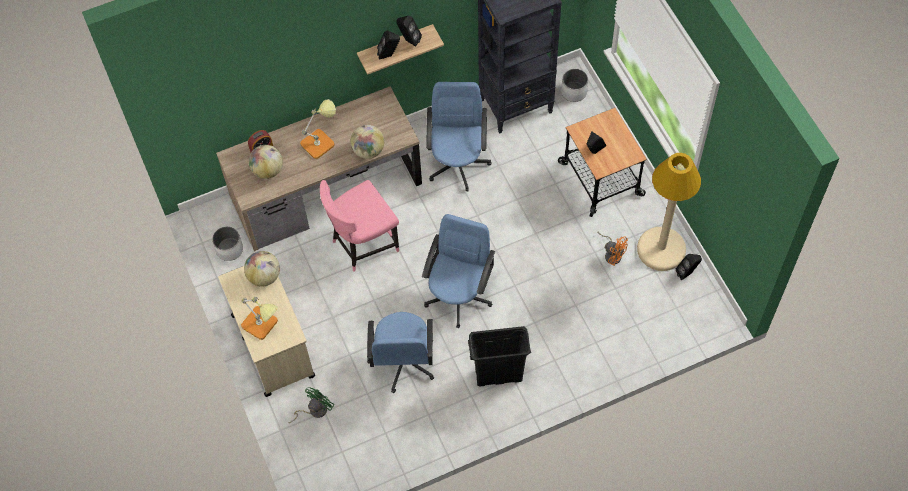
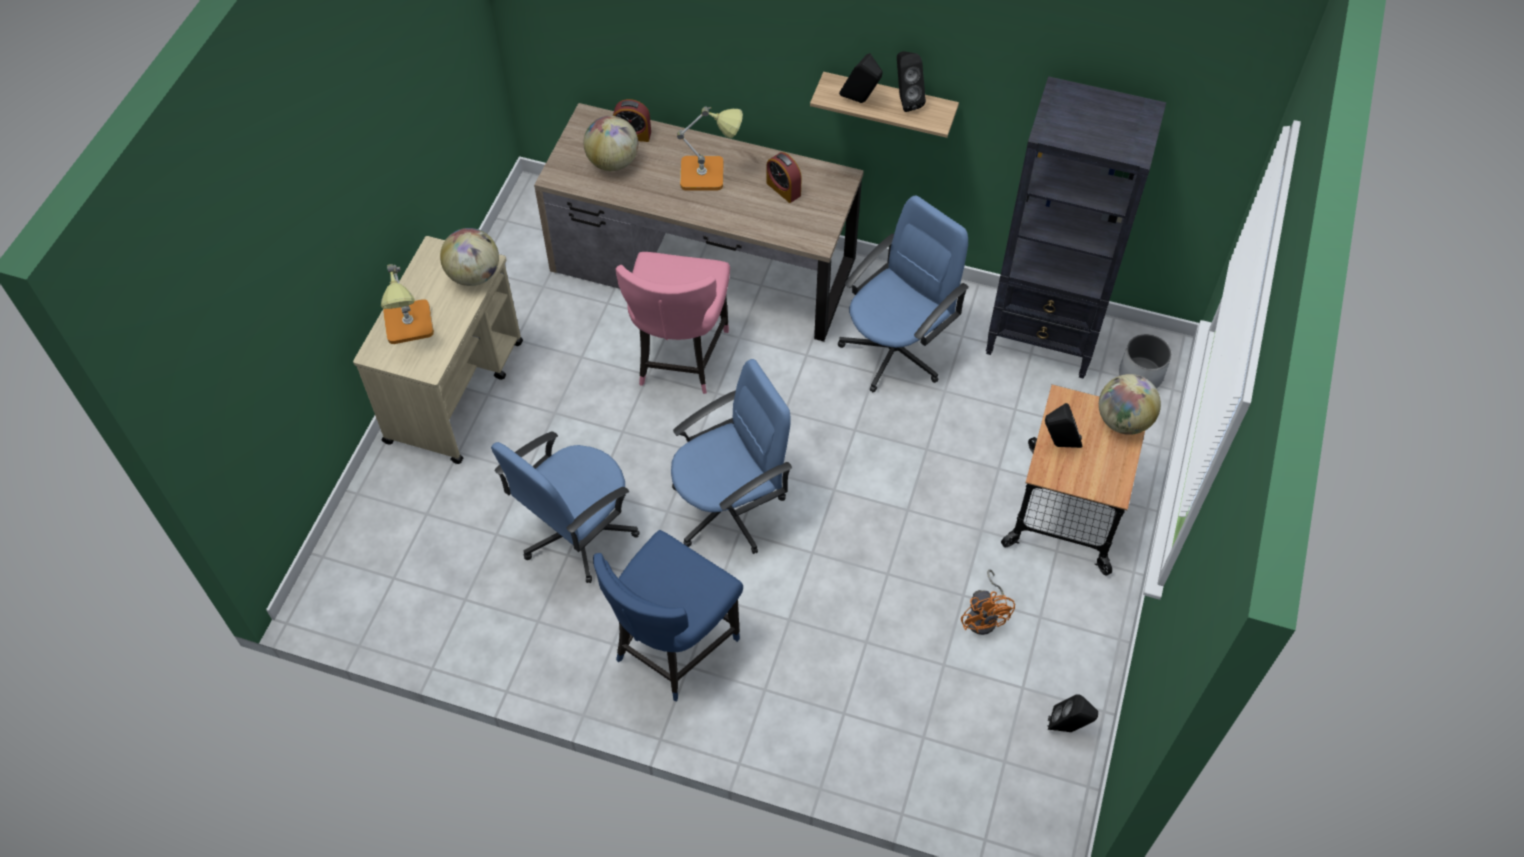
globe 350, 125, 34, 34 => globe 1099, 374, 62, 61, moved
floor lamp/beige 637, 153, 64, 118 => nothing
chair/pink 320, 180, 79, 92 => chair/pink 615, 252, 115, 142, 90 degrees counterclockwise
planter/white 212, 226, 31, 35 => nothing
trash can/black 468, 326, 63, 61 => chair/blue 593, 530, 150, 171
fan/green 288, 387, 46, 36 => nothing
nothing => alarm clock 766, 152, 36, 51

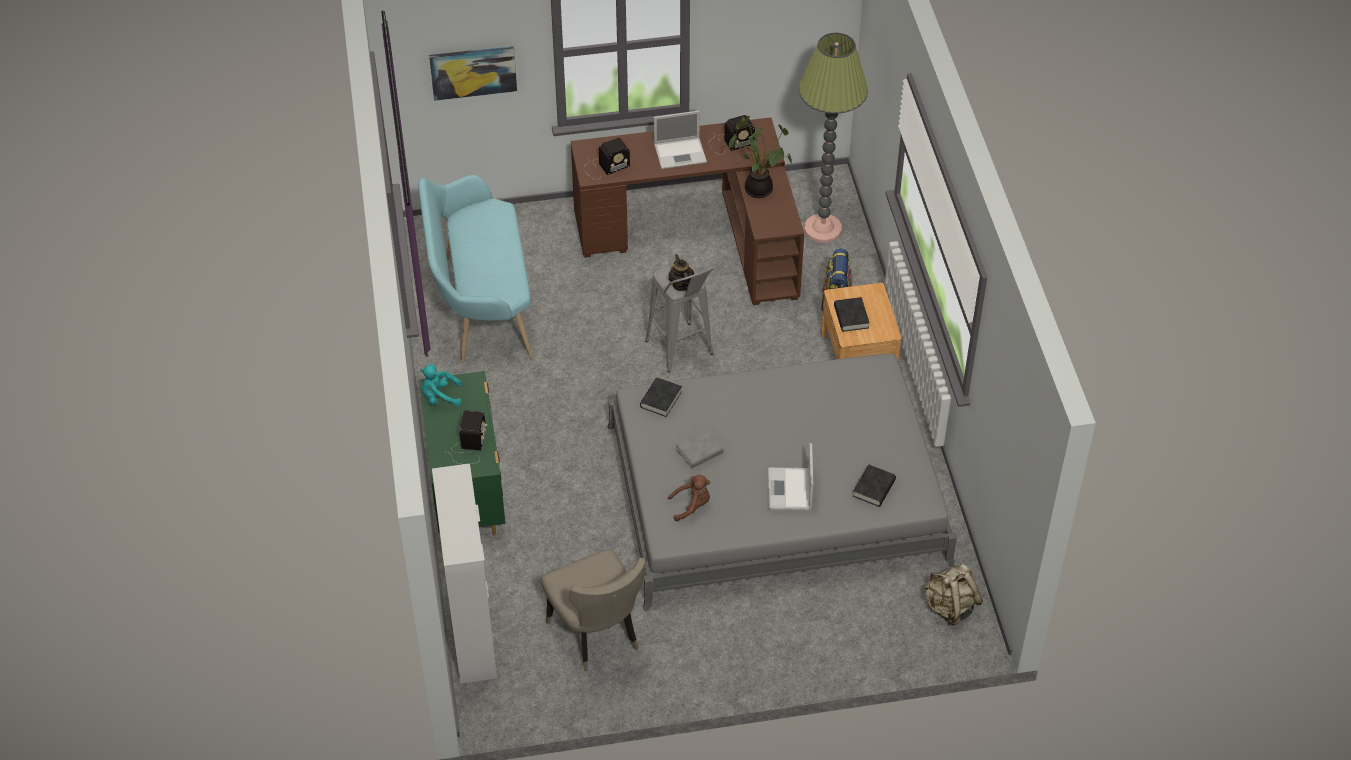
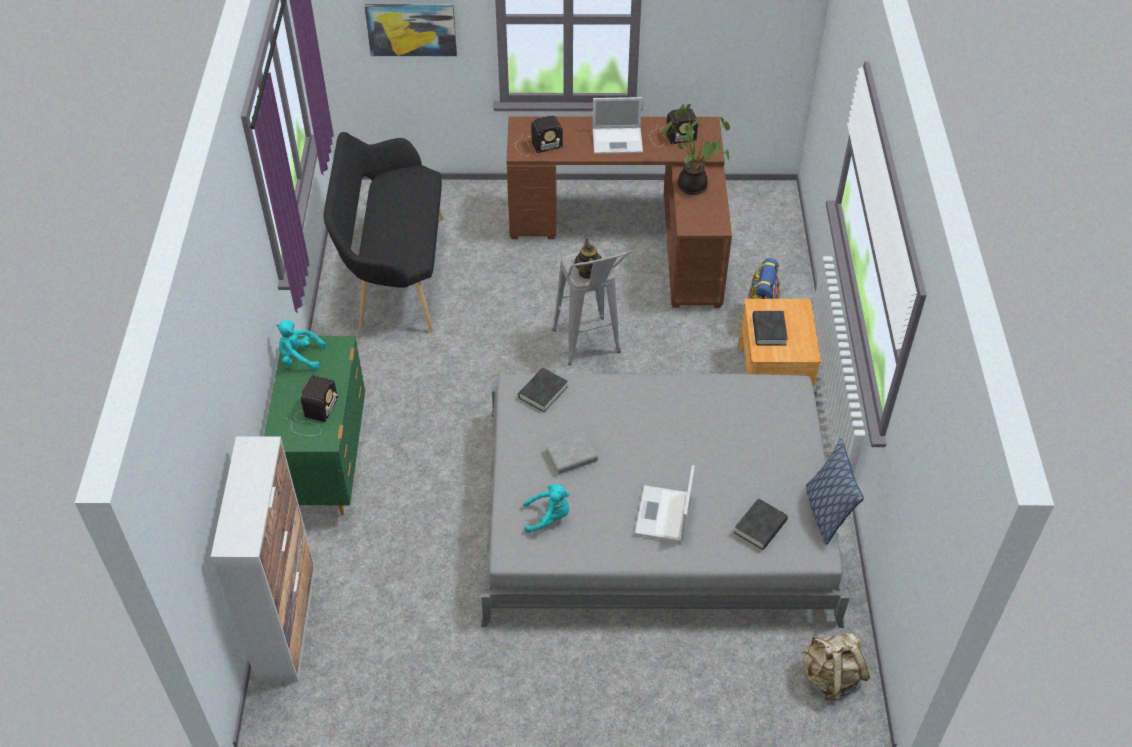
floor lamp 799, 33, 69, 210 => nothing
bench/turquoise 418, 175, 115, 189 => bench/black 324, 132, 120, 201
plush toy/brown 668, 475, 42, 46 => plush toy/turquoise 523, 484, 46, 49
chair/beige 540, 549, 106, 122 => nothing
nothing => pillow 806, 438, 58, 107

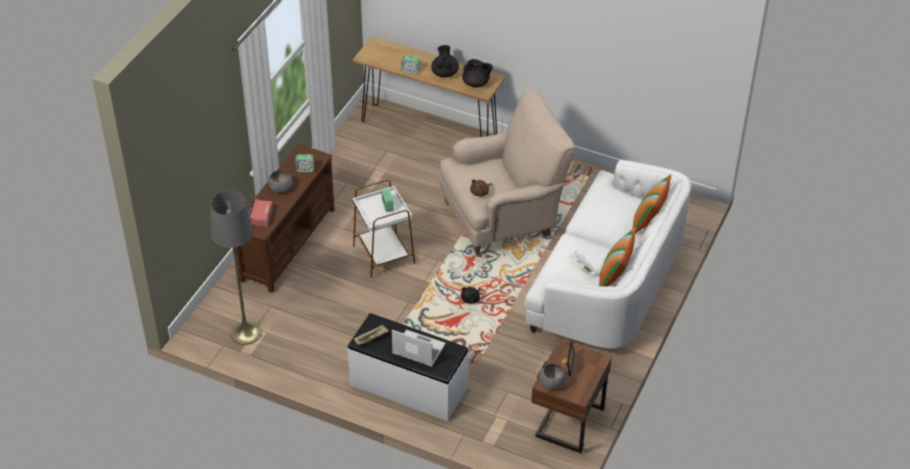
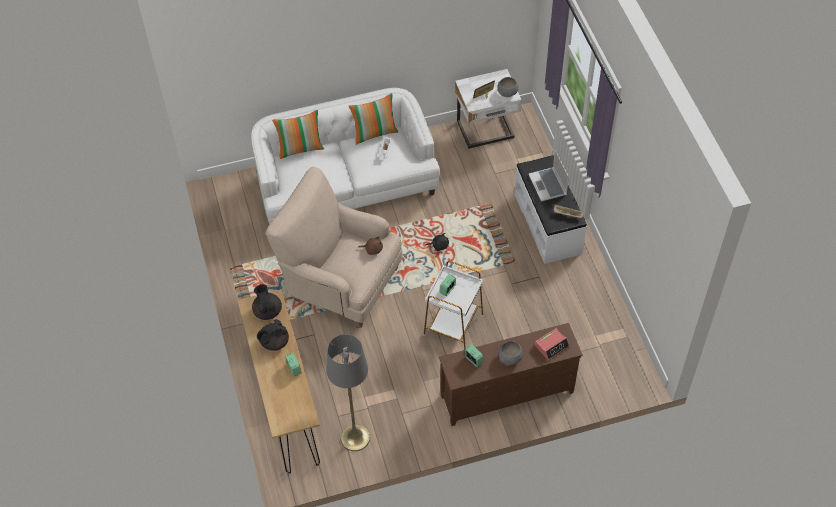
floor lamp/grey 211, 191, 50, 154 => floor lamp/grey 327, 334, 43, 117, moved
nightstand/brown 531, 339, 81, 115 => nightstand/white 455, 69, 67, 80

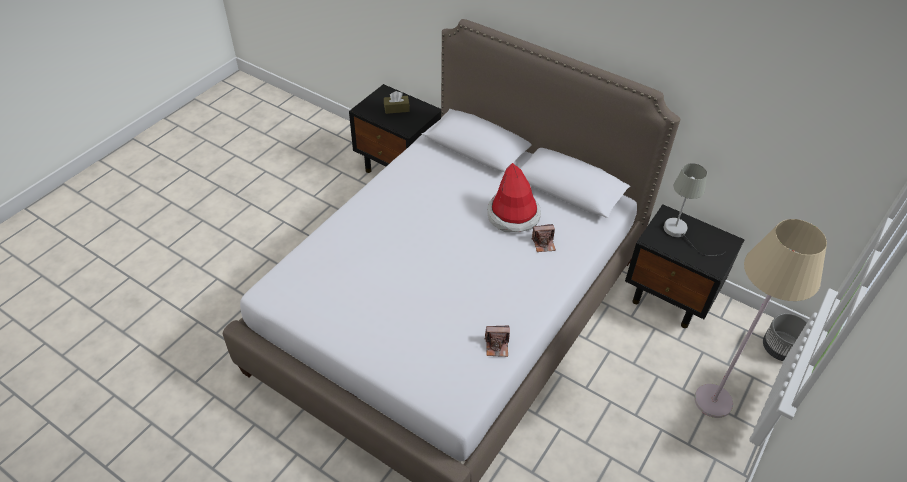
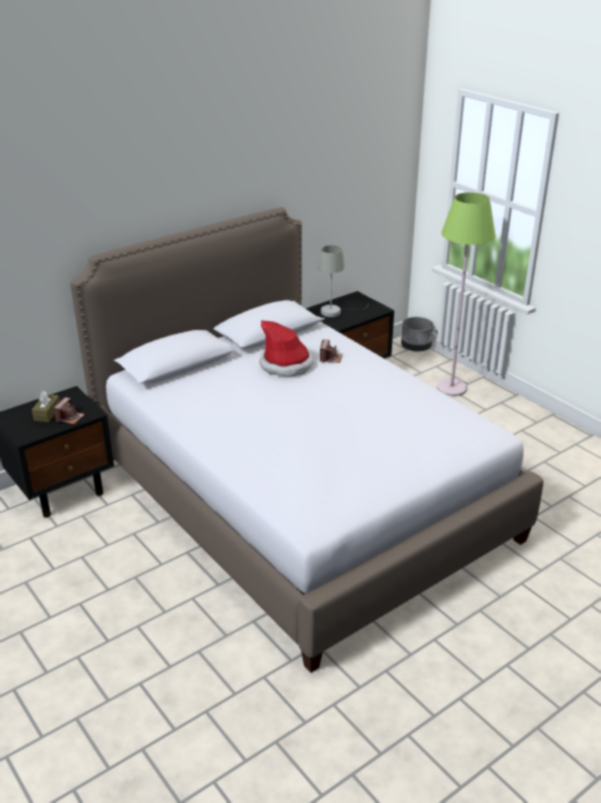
floor lamp/beige 694, 219, 133, 199 => floor lamp/green 437, 192, 59, 204
photo camera 485, 326, 25, 31 => photo camera 54, 397, 31, 27, moved

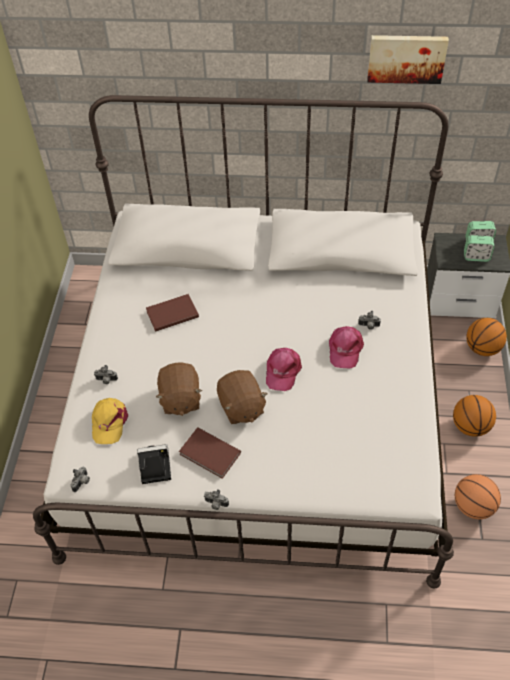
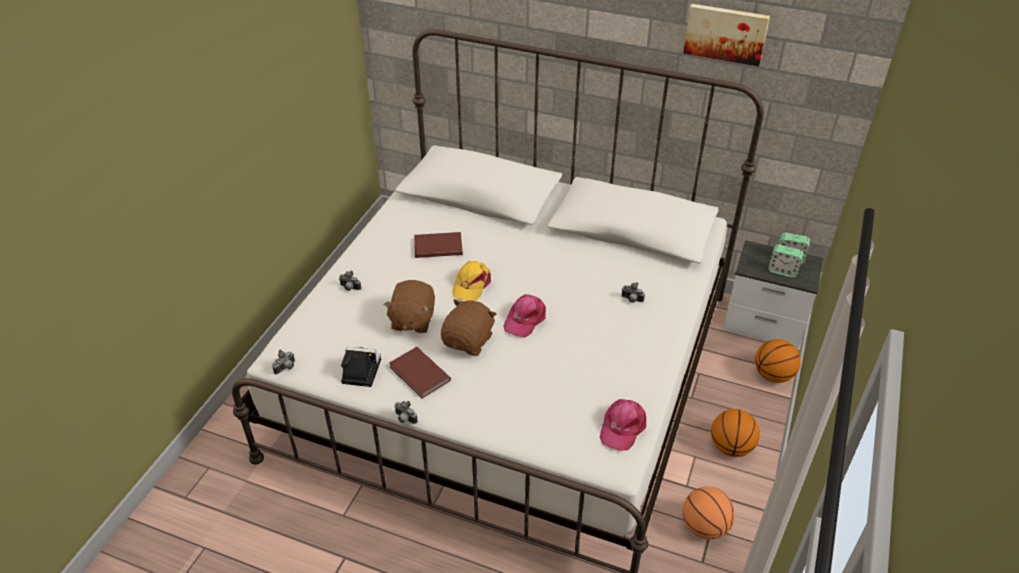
cap/pink 329, 326, 35, 42 => cap/pink 600, 399, 46, 52, moved
plush toy/brown 217, 370, 51, 54 => plush toy/brown 441, 299, 55, 56, 150 degrees counterclockwise
cap/yellow 92, 398, 36, 46 => cap/yellow 452, 261, 39, 40, moved

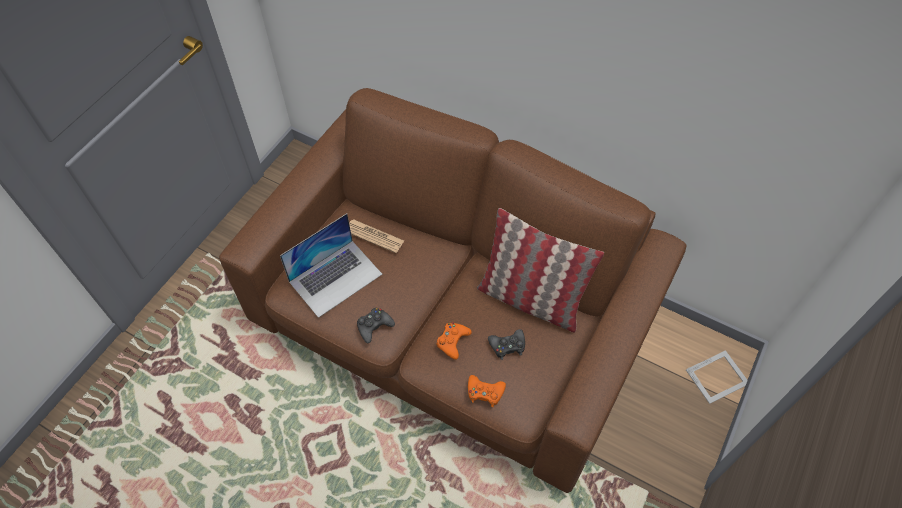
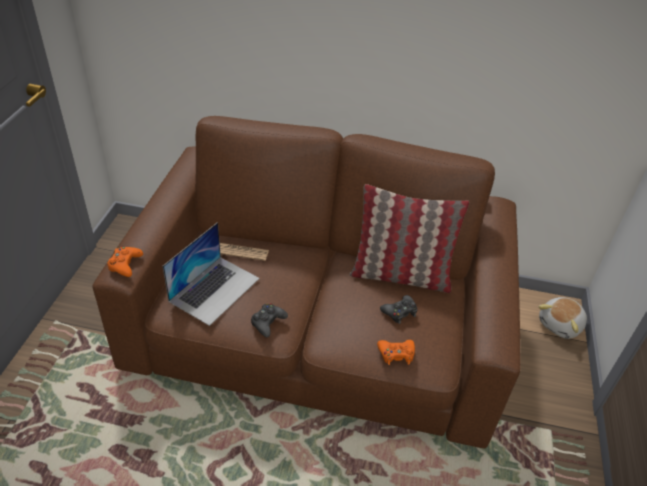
game controller/orange 436, 322, 36, 38 => game controller/orange 108, 246, 35, 31, moved
picture frame 686, 350, 62, 54 => plush toy 539, 297, 48, 42

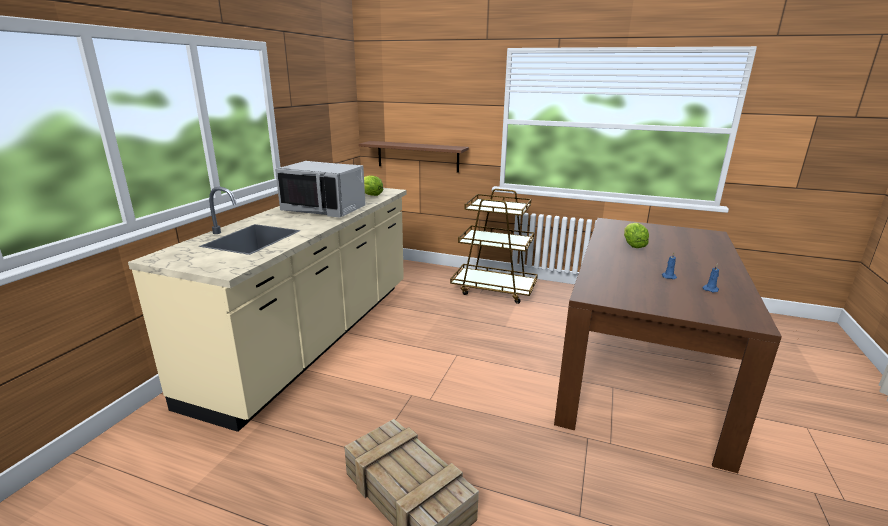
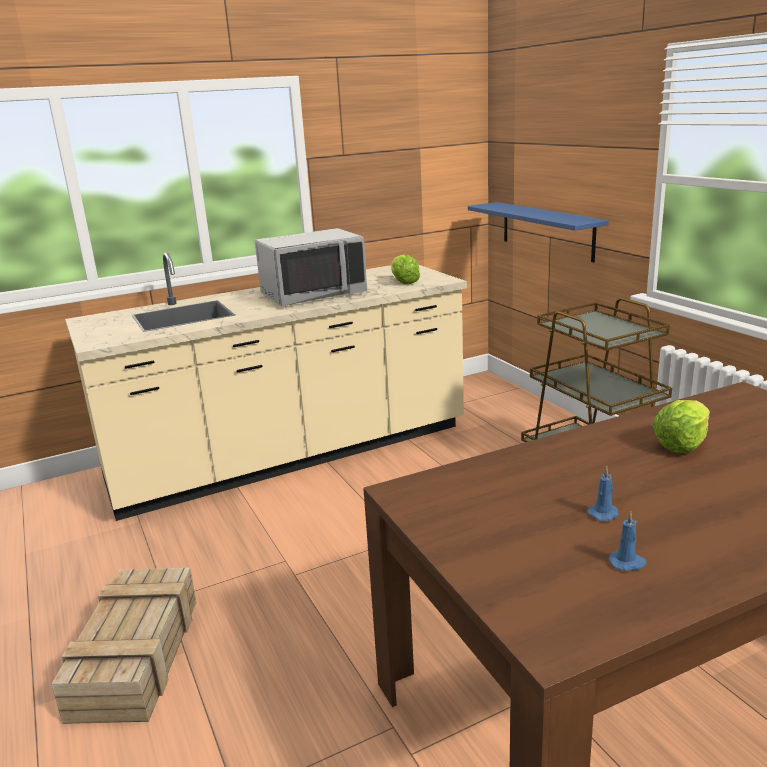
shelf/brown 359, 141, 110, 32 => shelf/blue 468, 202, 141, 61
microwave/grey 275, 161, 90, 56 => microwave/grey 255, 228, 112, 78, 90 degrees counterclockwise

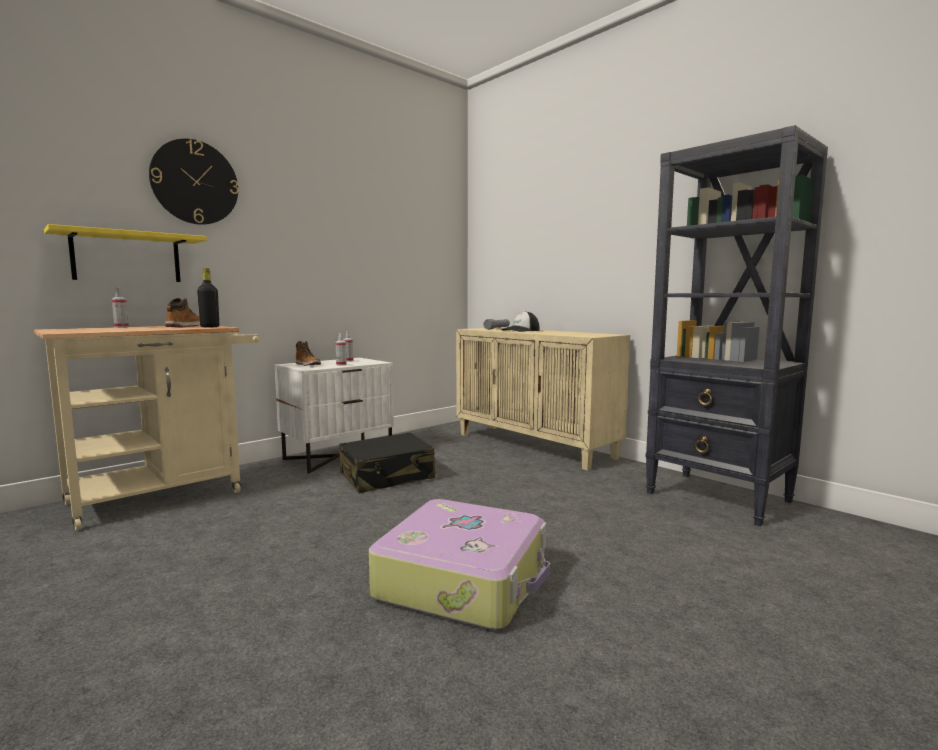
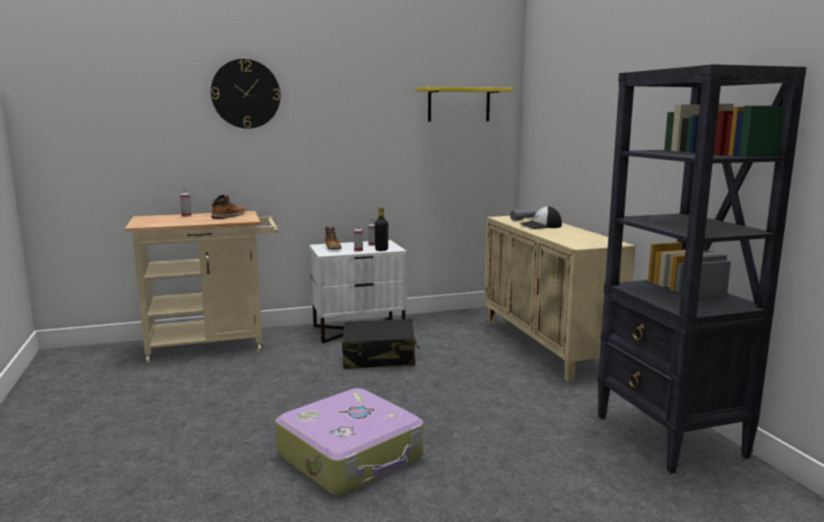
shelf/yellow 44, 224, 163, 58 => shelf/yellow 417, 87, 96, 35, moved
bottle/black 197, 268, 22, 60 => bottle/black 375, 207, 13, 44, moved

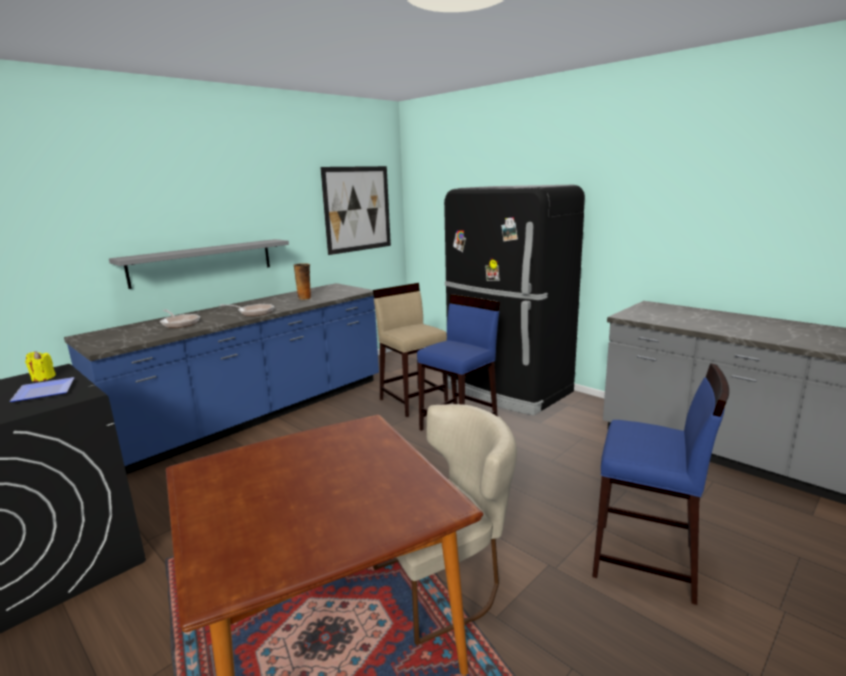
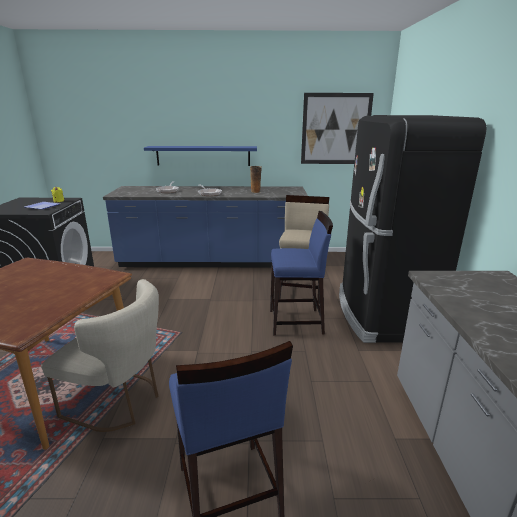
shelf/grey 109, 239, 180, 50 => shelf/blue 144, 146, 113, 20

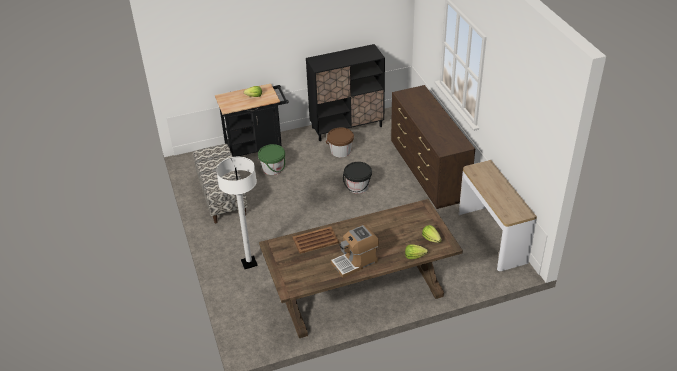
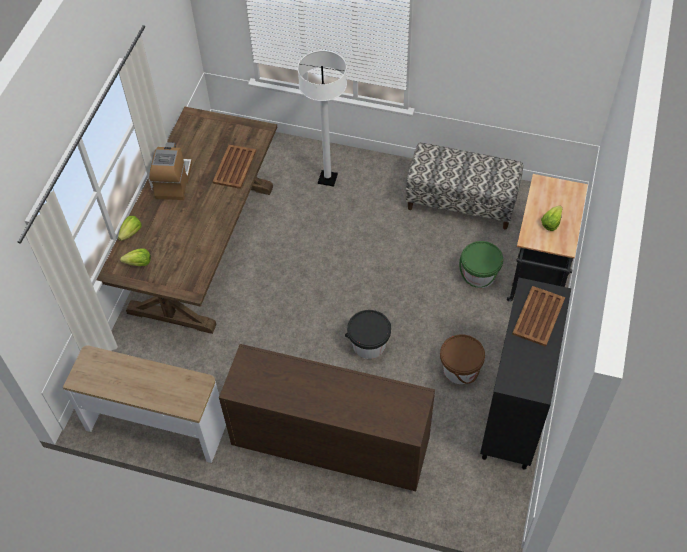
nothing => tray/brown 512, 286, 53, 61

